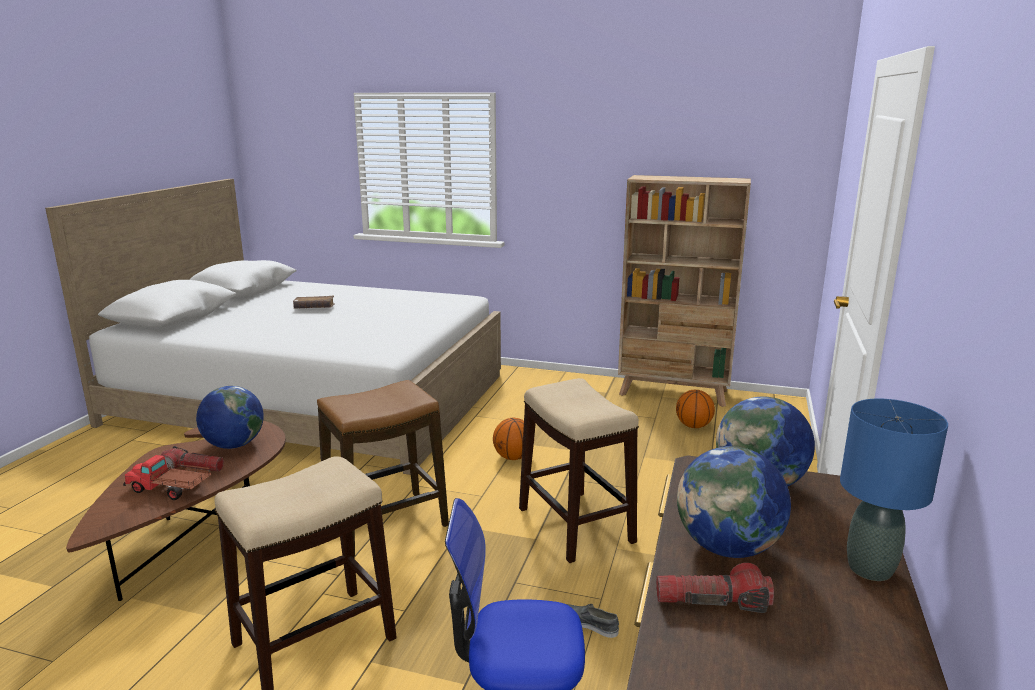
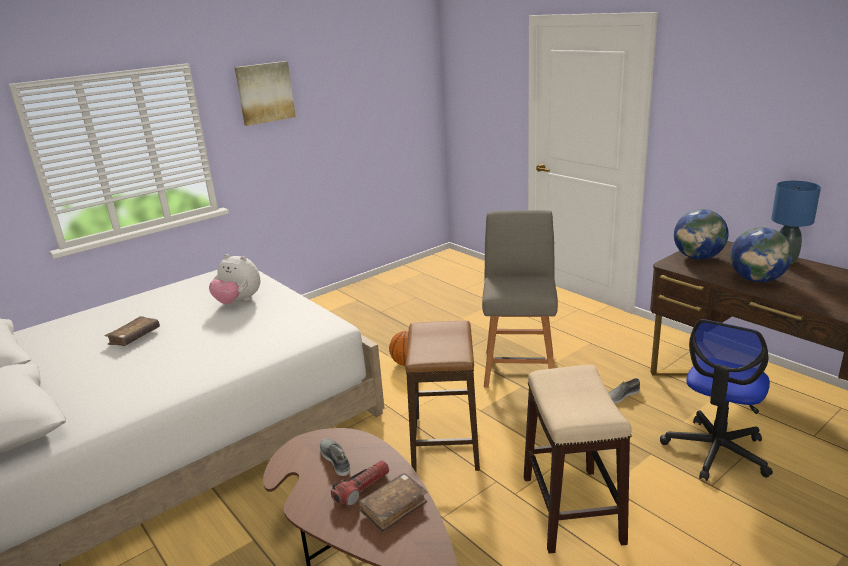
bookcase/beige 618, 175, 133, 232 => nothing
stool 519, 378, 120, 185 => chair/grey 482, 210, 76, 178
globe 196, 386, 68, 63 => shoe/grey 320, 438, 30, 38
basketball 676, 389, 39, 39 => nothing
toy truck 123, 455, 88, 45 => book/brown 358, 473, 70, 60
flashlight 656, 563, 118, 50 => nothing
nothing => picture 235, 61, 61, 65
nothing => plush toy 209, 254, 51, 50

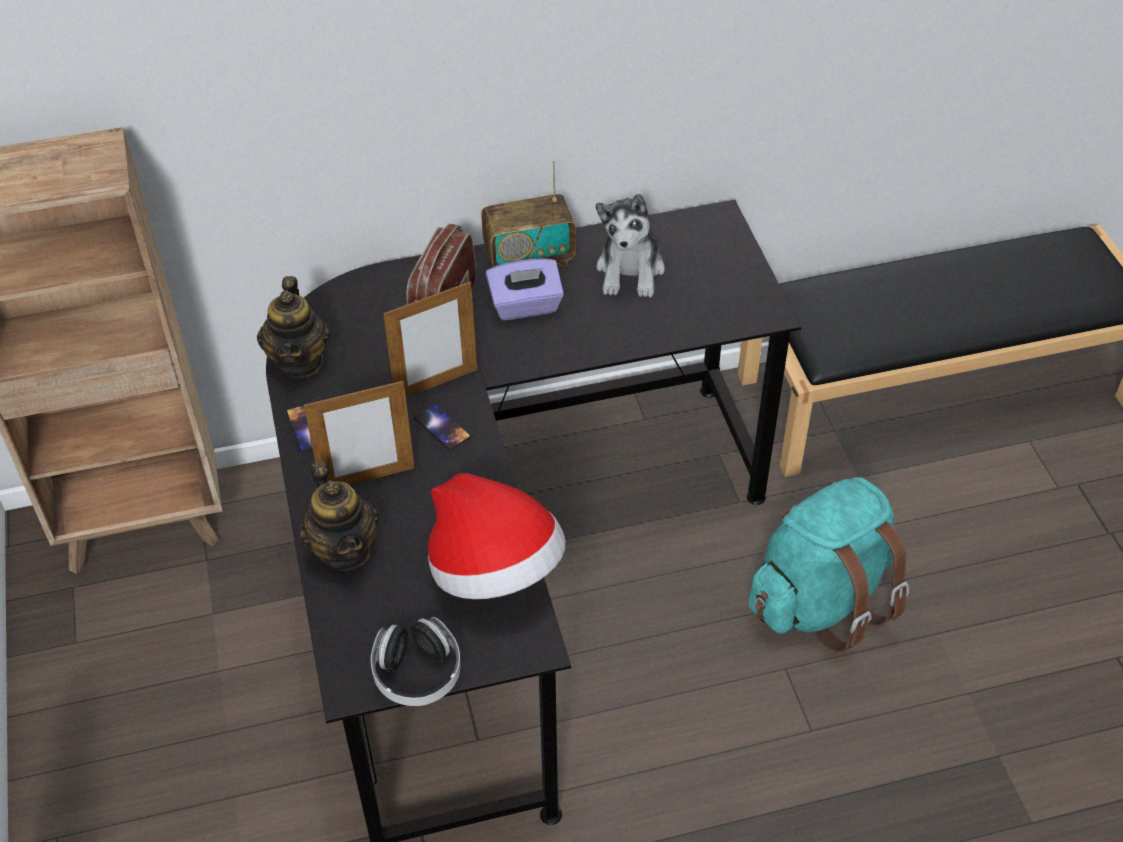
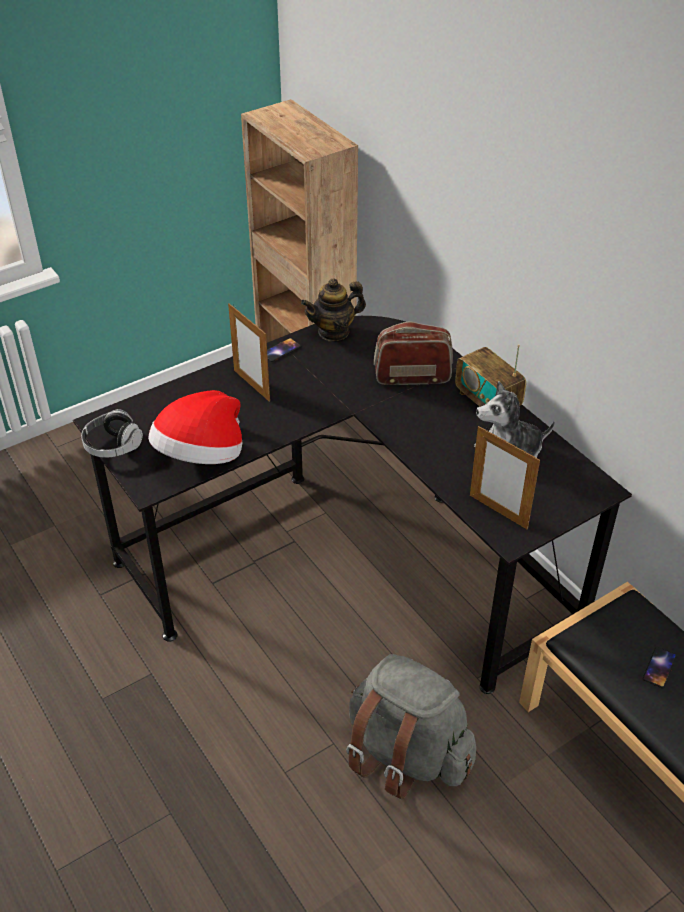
tissue box/purple 486, 258, 78, 62 => nothing
picture frame 383, 281, 94, 116 => picture frame 470, 426, 70, 103, moved
phone 414, 404, 57, 47 => phone 642, 647, 35, 41, moved
teapot 299, 461, 80, 110 => nothing
backpack/turquoise 749, 477, 160, 176 => backpack/grey 346, 654, 130, 145

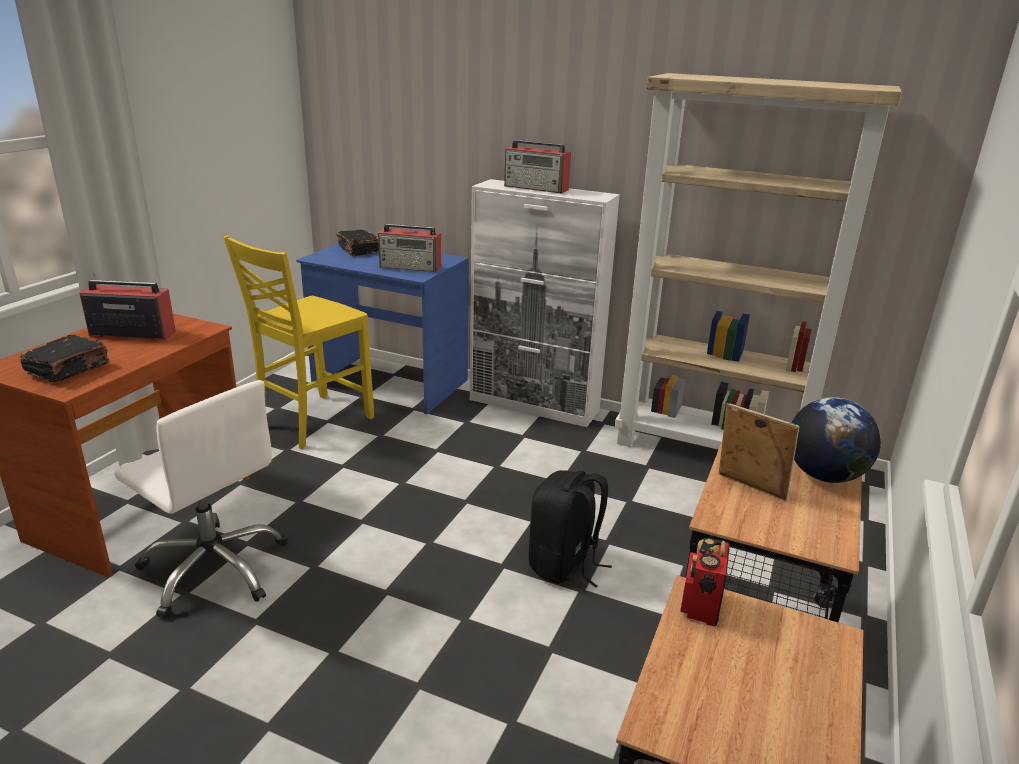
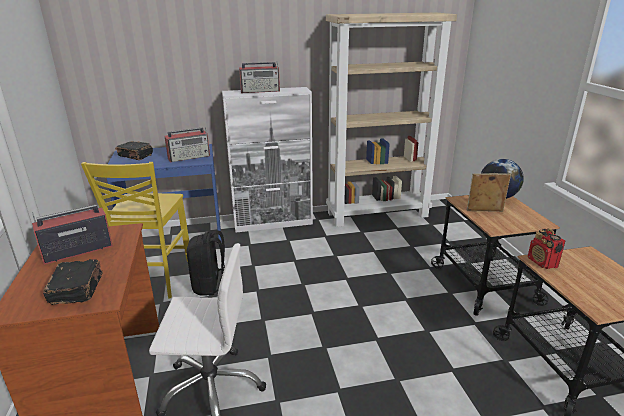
backpack/black 529, 470, 83, 118 => backpack/black 187, 230, 38, 66, moved

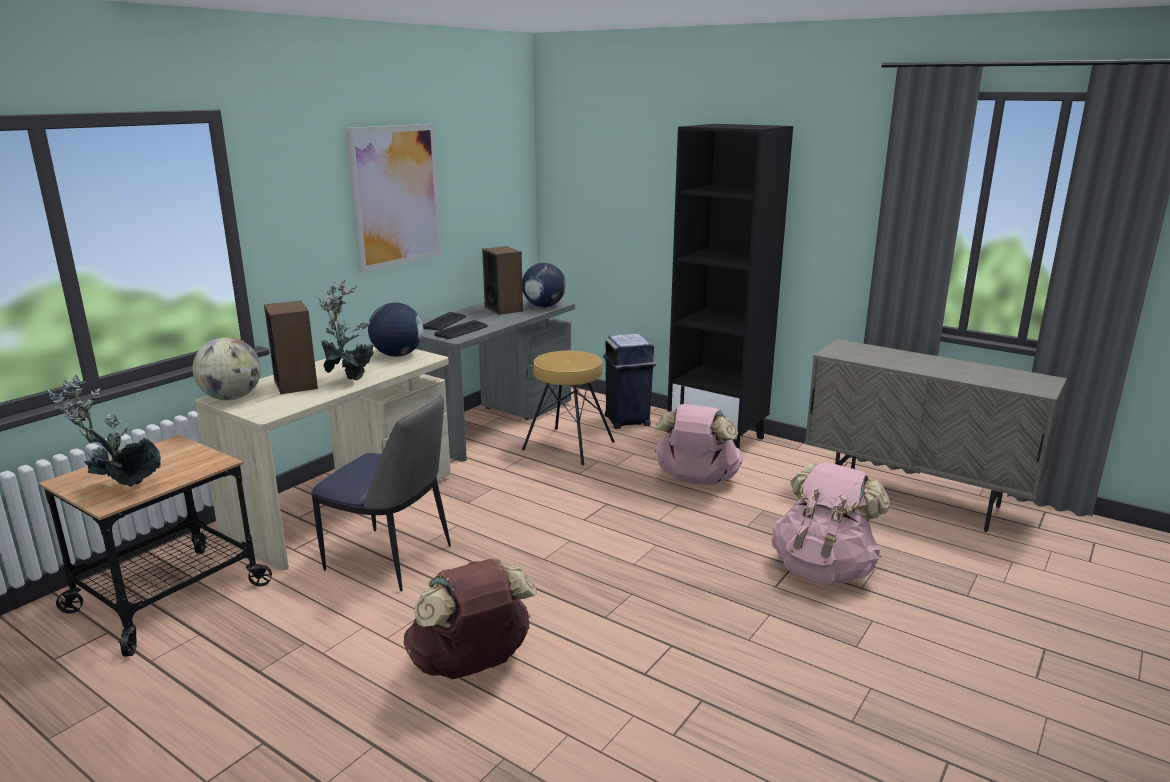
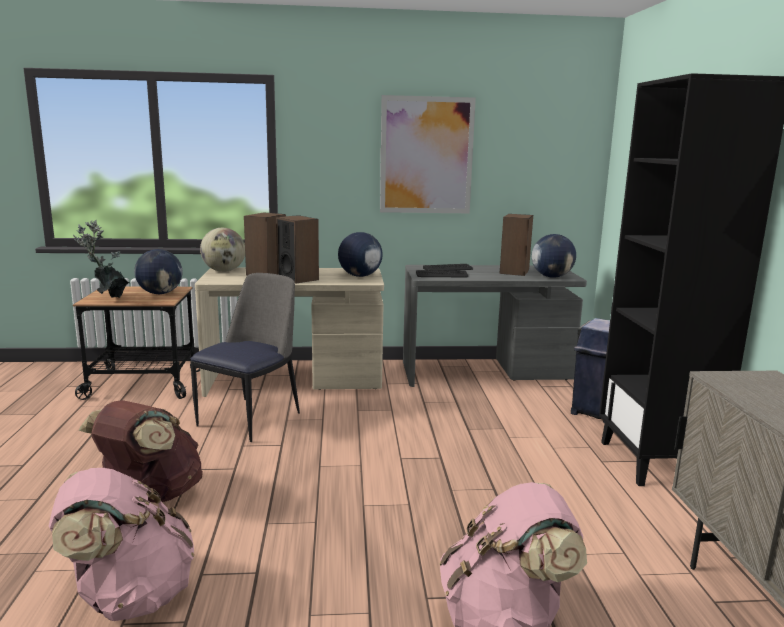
potted plant 316, 279, 58, 102 => speaker 276, 215, 43, 68
stool/brown 522, 350, 93, 115 => nothing
chair 311, 395, 140, 196 => chair 190, 273, 110, 169, 135 degrees counterclockwise
backpack/pink 655, 404, 88, 81 => backpack/pink 49, 468, 145, 153, moved
nothing => globe 134, 249, 49, 45

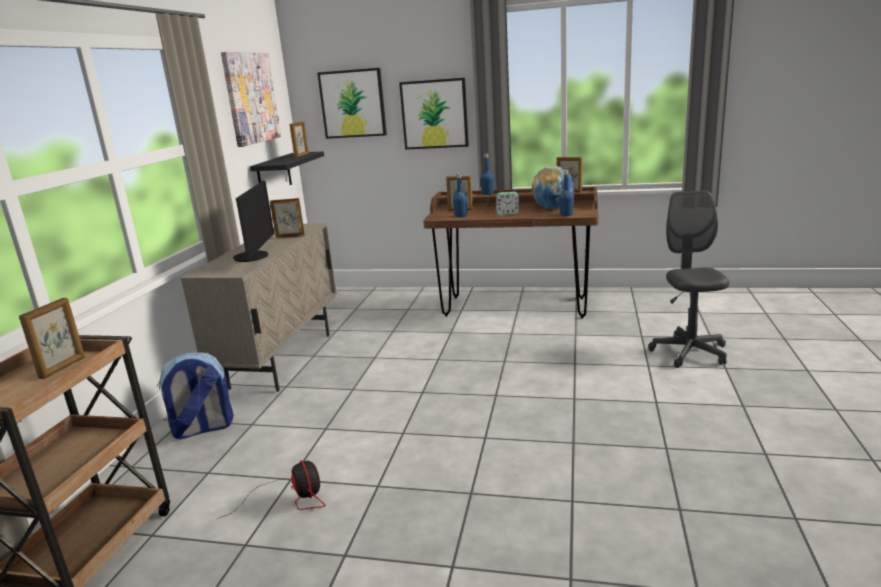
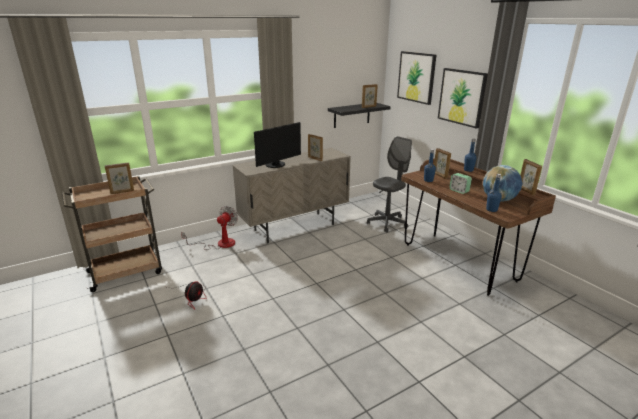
picture 221, 52, 60, 95 => nothing
office chair/grey 648, 190, 81, 178 => office chair/grey 367, 136, 45, 97, moved
backpack 157, 352, 77, 87 => fan 181, 206, 57, 44

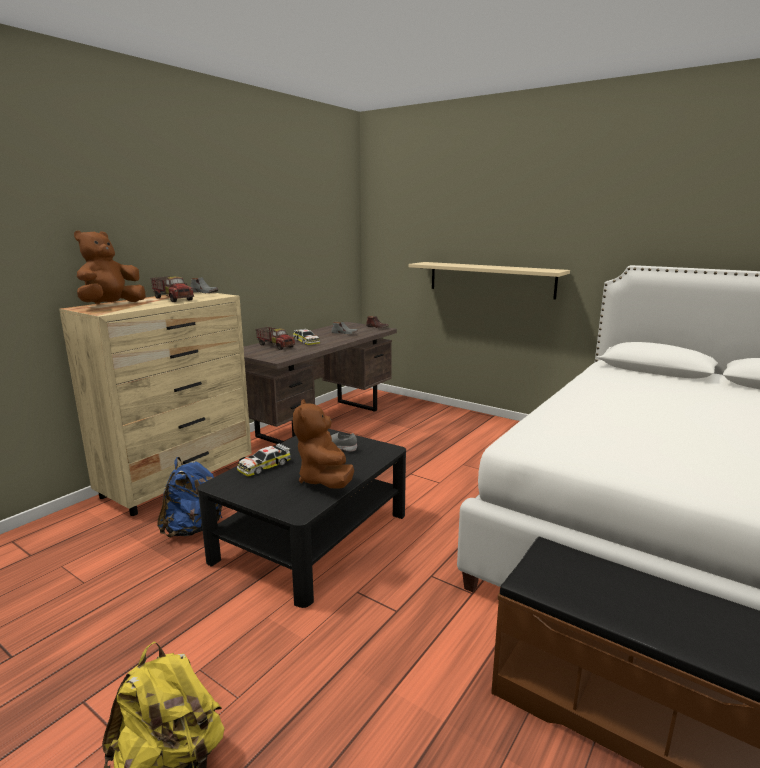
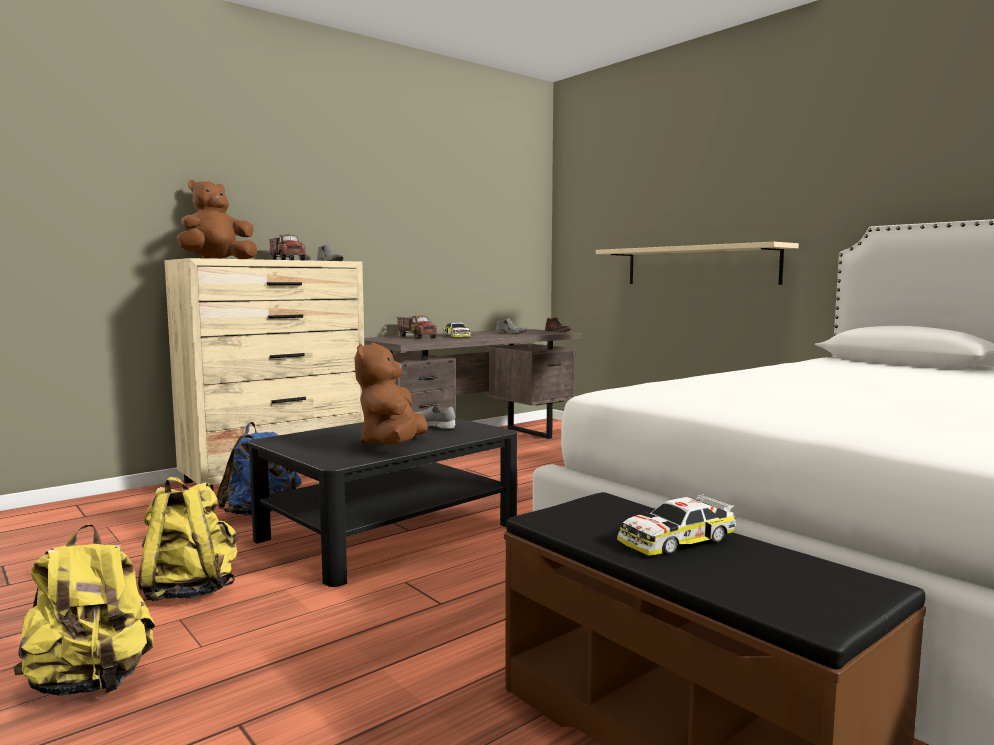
toy car 237, 443, 54, 33 => toy car 617, 494, 119, 62, moved
nothing => backpack/yellow 138, 477, 100, 124

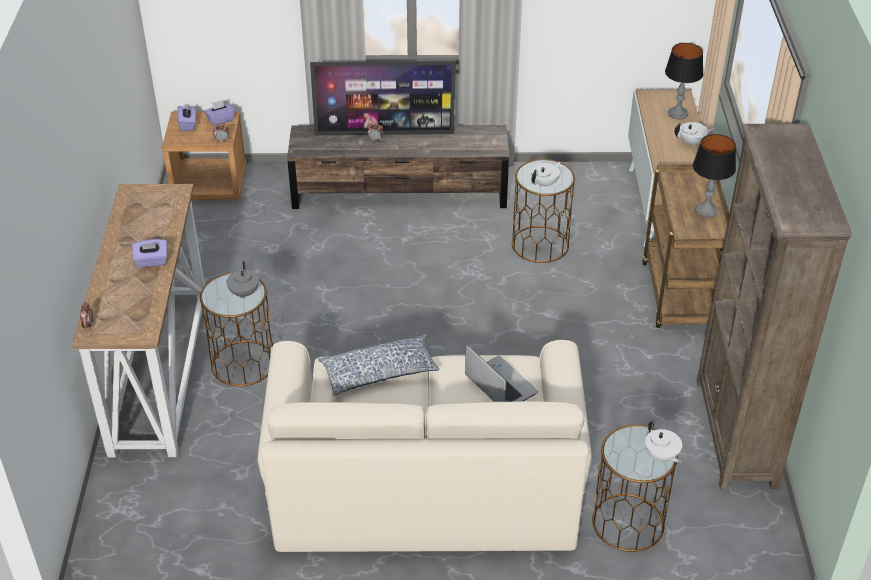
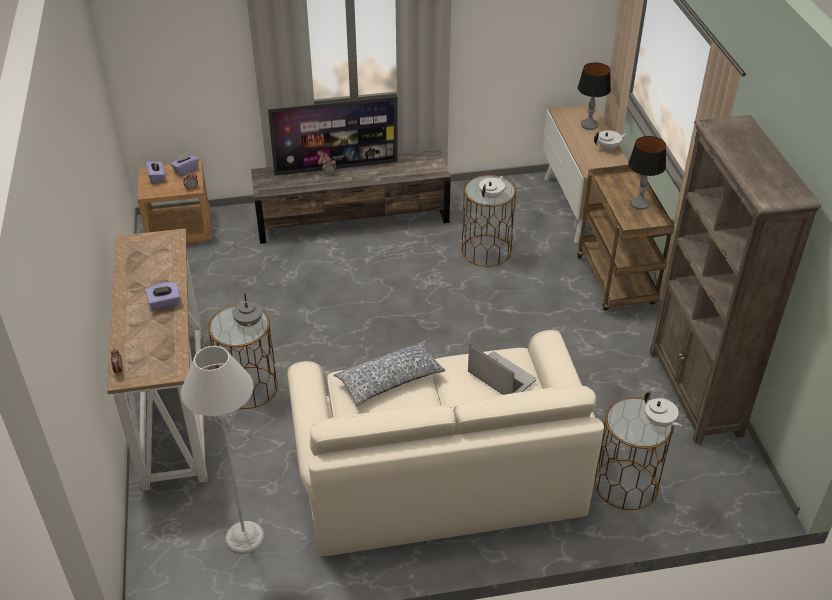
nothing => floor lamp/grey 181, 346, 83, 208

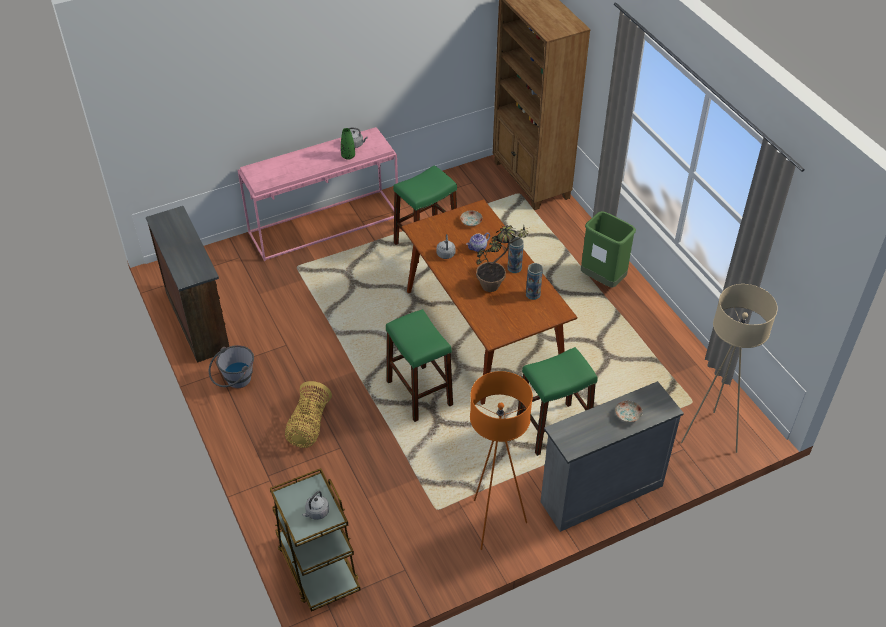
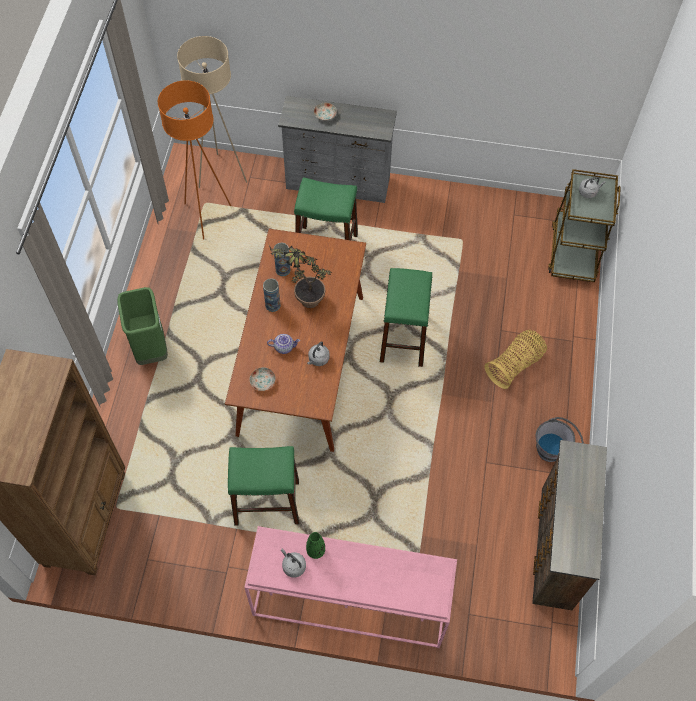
floor lamp/orange 470, 371, 63, 179 => floor lamp/orange 158, 80, 73, 159, moved

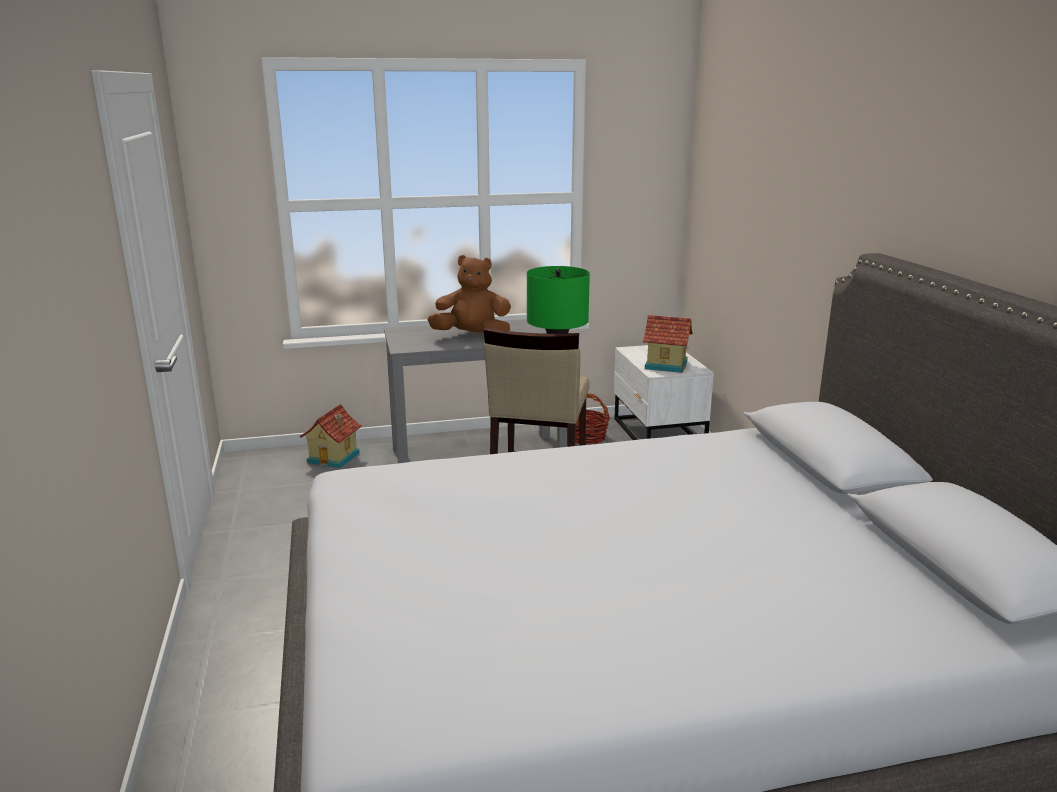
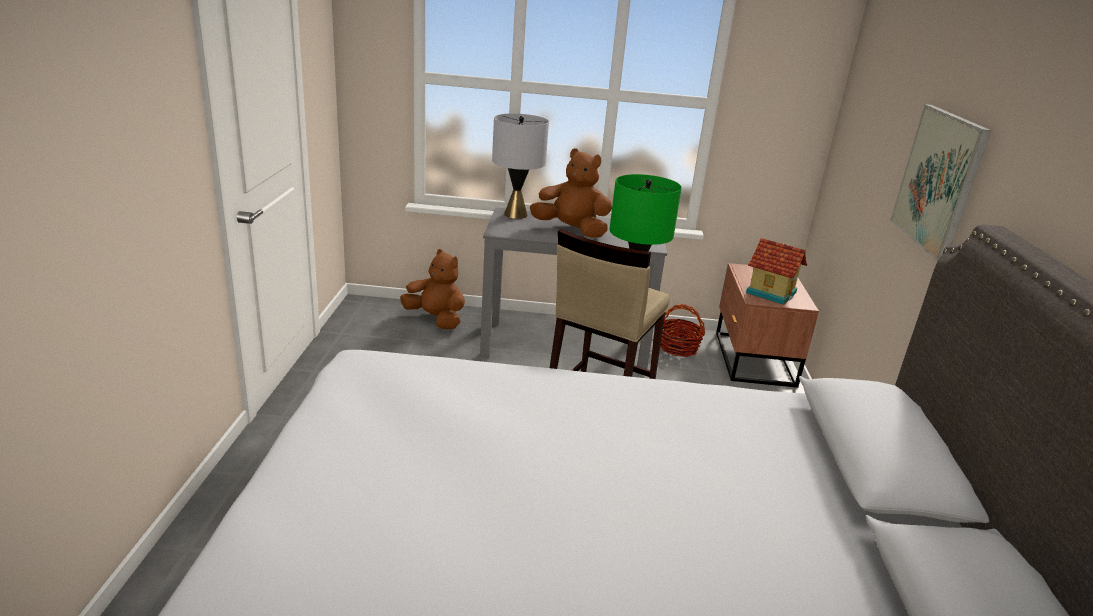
nightstand/white 613, 345, 101, 95 => nightstand/brown 716, 263, 103, 125
toy house 300, 404, 62, 64 => plush toy/brown 400, 249, 65, 80
nothing => picture 890, 104, 101, 157
nothing => table lamp/grey 492, 114, 57, 105

